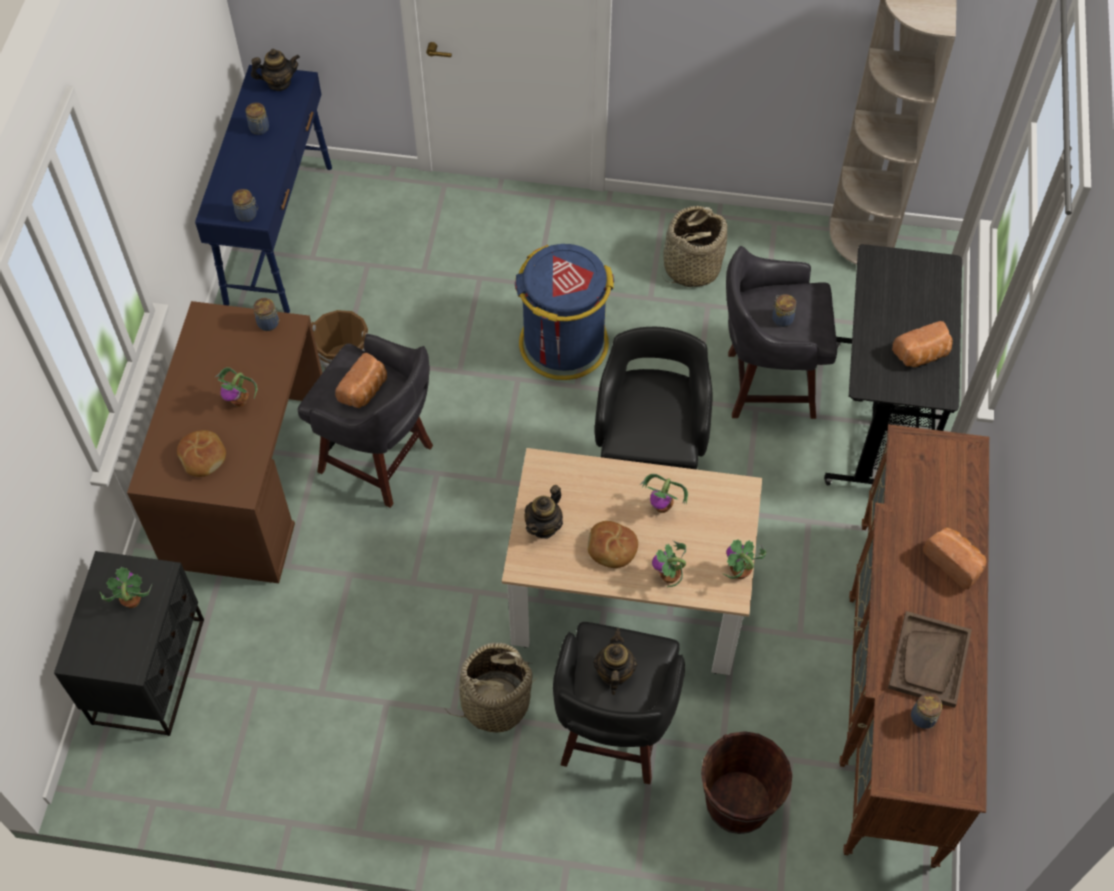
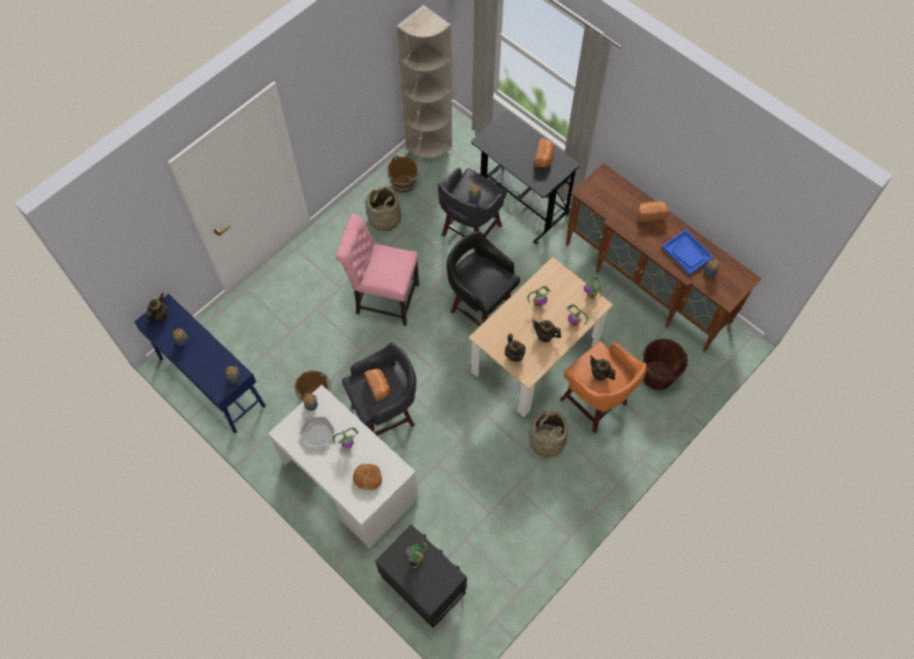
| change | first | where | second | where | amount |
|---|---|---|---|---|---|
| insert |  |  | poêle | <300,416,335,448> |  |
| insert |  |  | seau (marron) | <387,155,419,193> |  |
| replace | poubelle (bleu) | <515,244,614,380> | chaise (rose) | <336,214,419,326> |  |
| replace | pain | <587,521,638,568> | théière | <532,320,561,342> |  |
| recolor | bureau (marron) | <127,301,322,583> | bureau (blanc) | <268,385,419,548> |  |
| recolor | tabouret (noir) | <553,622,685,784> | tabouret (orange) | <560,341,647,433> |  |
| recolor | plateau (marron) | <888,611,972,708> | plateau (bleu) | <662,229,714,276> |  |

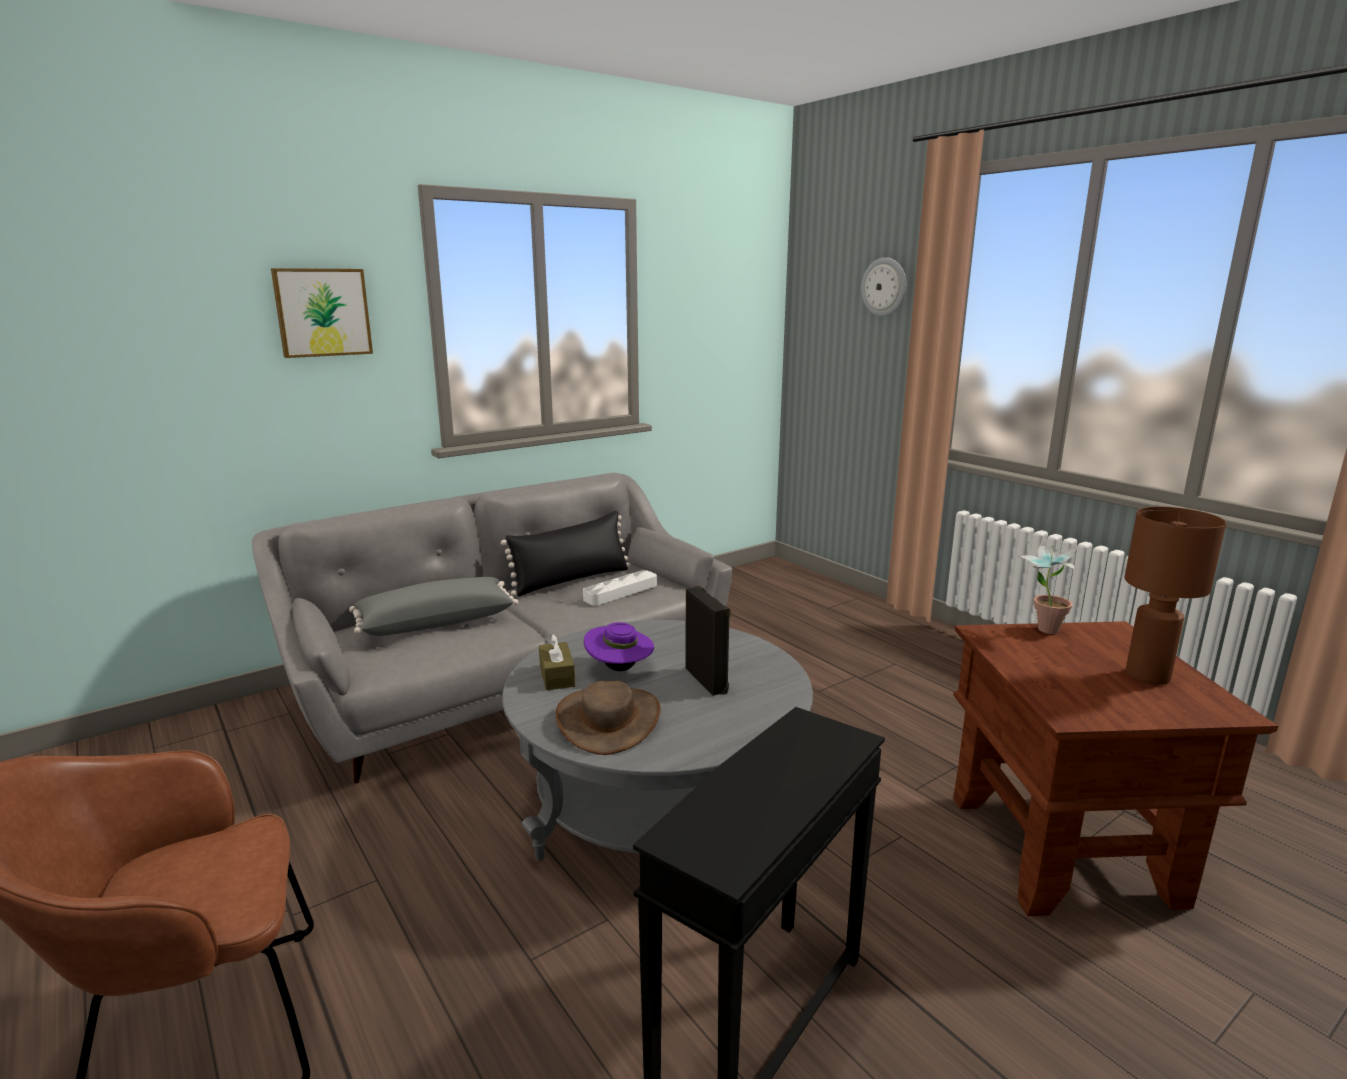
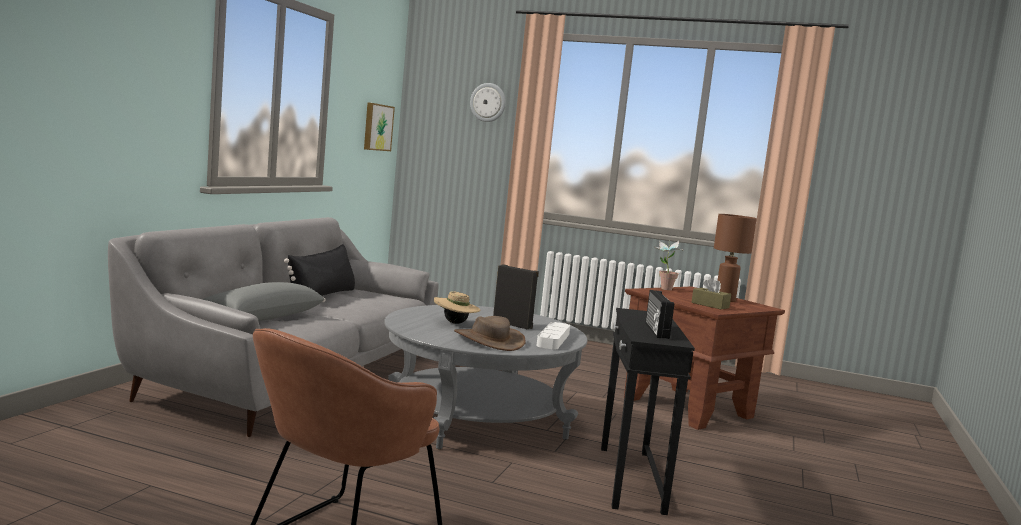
| change | first | where | second | where | amount |
|---|---|---|---|---|---|
| insert |  |  | radio | <645,290,674,339> |  |
| move | tableau | <271,268,373,358> |  | <364,103,395,151> |  |
| move | boîte à mouchoirs (marron) | <539,634,575,690> |  | <691,277,731,310> |  |
| move | plateau (blanc) | <583,570,657,605> |  | <537,322,570,350> |  |
| recolor | chapeau (violet) | <584,622,654,671> | chapeau (beige) | <434,291,480,324> |  |

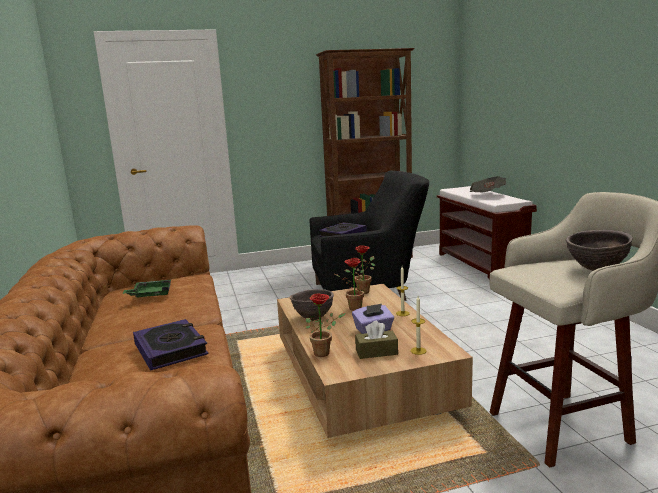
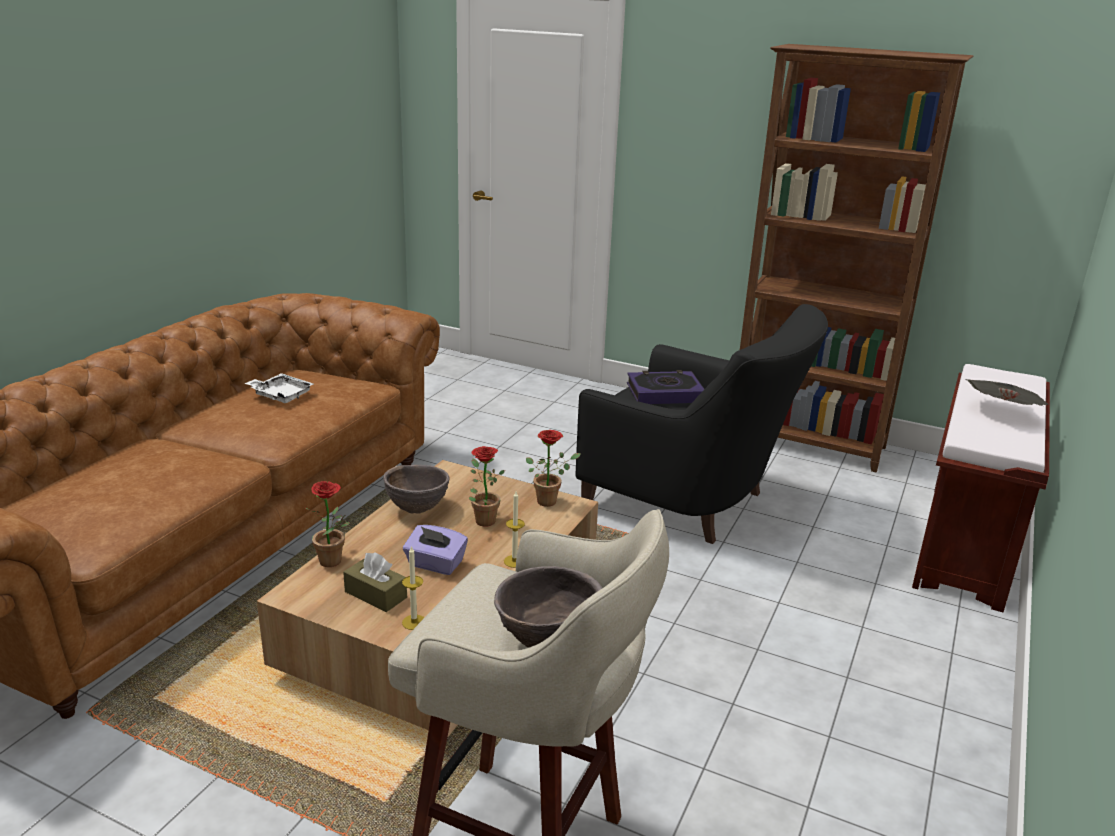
| change | first | where | second | where | amount |
|---|---|---|---|---|---|
| delete | livre | <133,319,208,371> |  |  |  |
| recolor | plateau (vert) | <122,280,171,297> | plateau (blanc) | <244,373,314,403> |  |

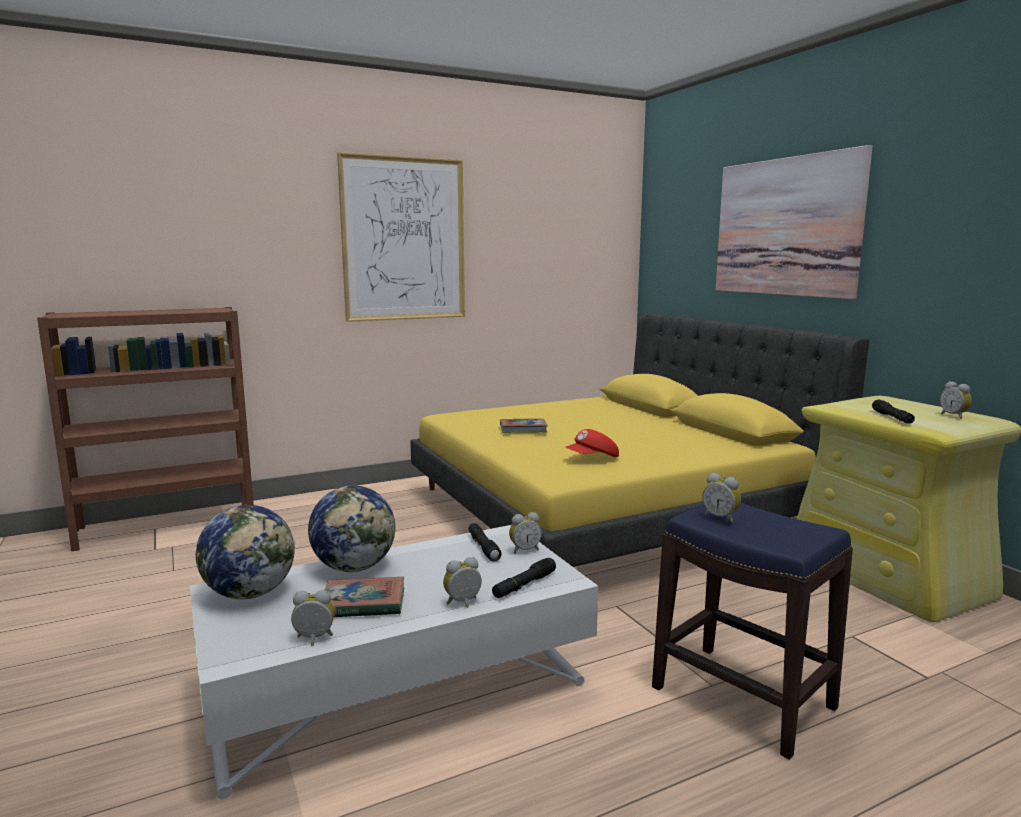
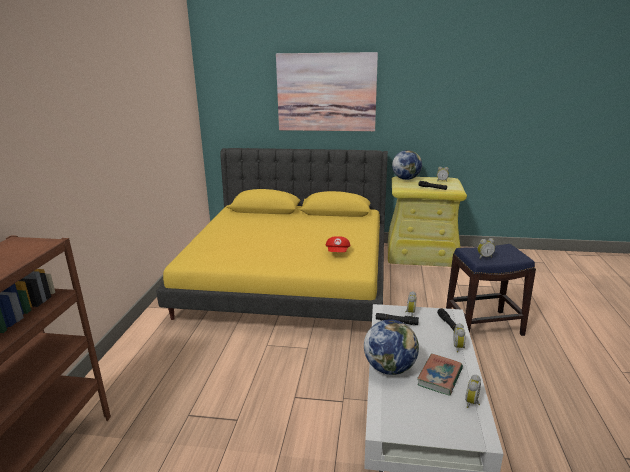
| change | first | where | second | where | amount |
|---|---|---|---|---|---|
| delete | tableau | <337,152,465,322> |  |  |  |
| delete | livre | <500,418,548,433> |  |  |  |
| move | globe | <196,505,295,599> |  | <392,150,422,180> |  |

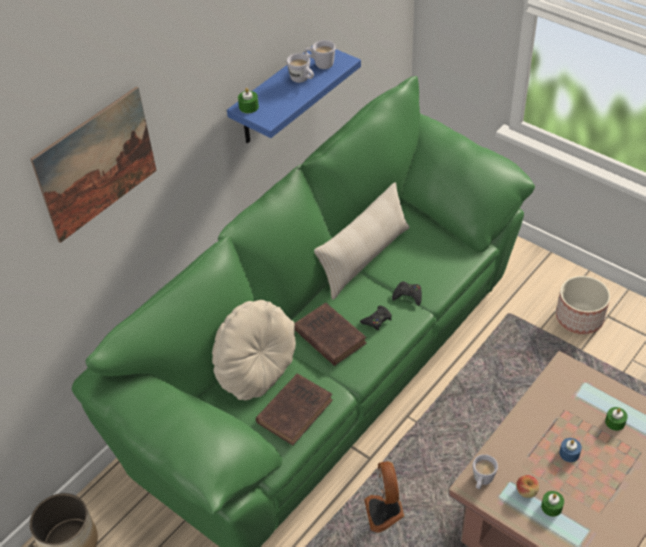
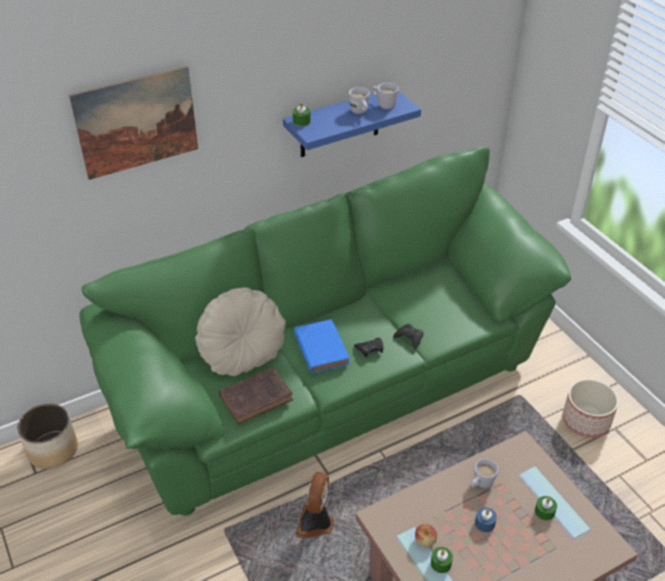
| change | first | where | second | where | amount |
|---|---|---|---|---|---|
| delete | coussin (beige) | <314,182,409,300> |  |  |  |
| move | mug (blanc) | <473,454,498,489> |  | <471,459,498,488> |  |
| recolor | livre (marron) | <294,303,367,366> | livre (bleu) | <294,319,350,374> |  |

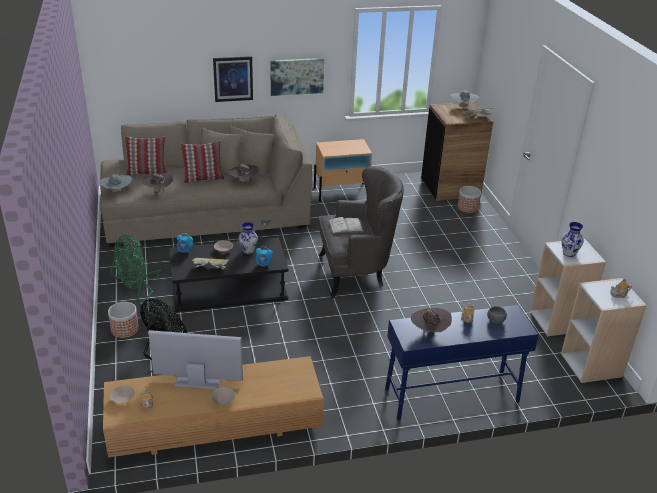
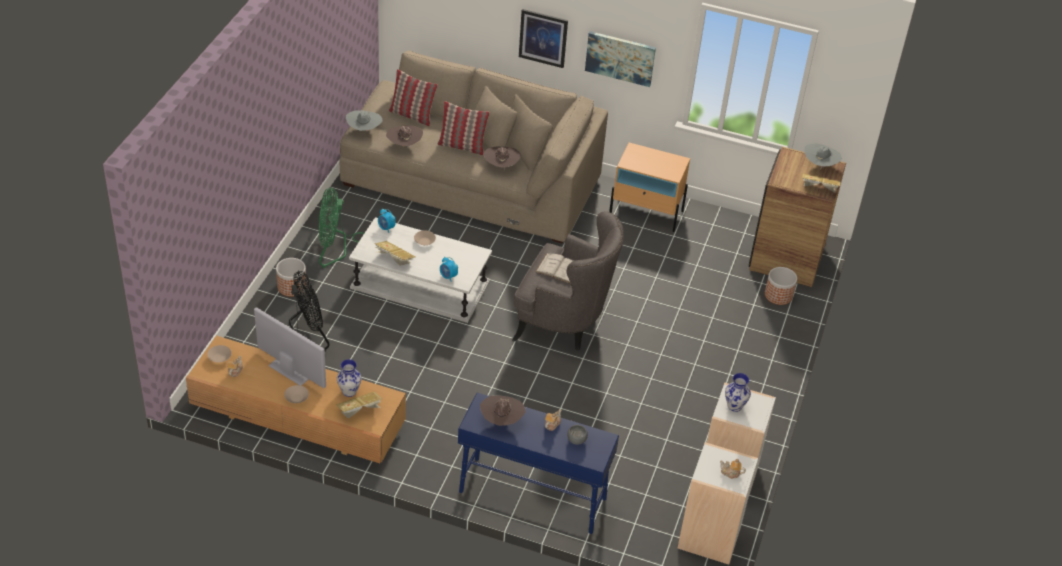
| change | first | where | second | where | amount |
|---|---|---|---|---|---|
| insert |  |  | livre | <336,392,383,419> |  |
| move | vase | <238,222,258,254> |  | <337,359,361,397> |  |
| recolor | table basse (noir) | <169,238,289,312> | table basse (blanc) | <349,217,492,323> |  |

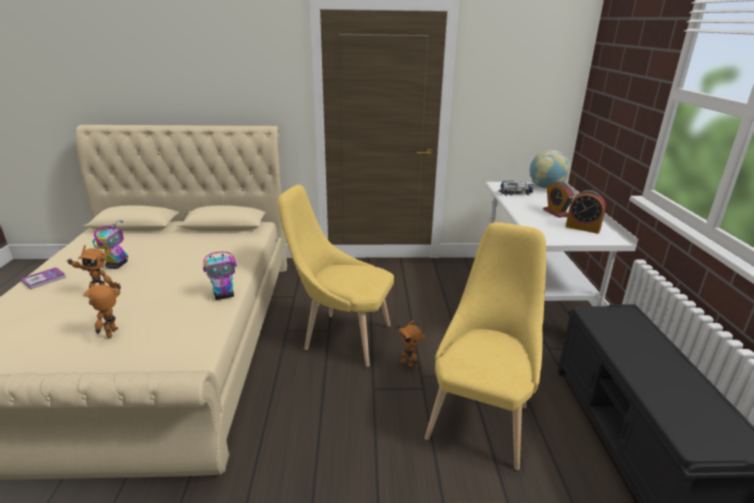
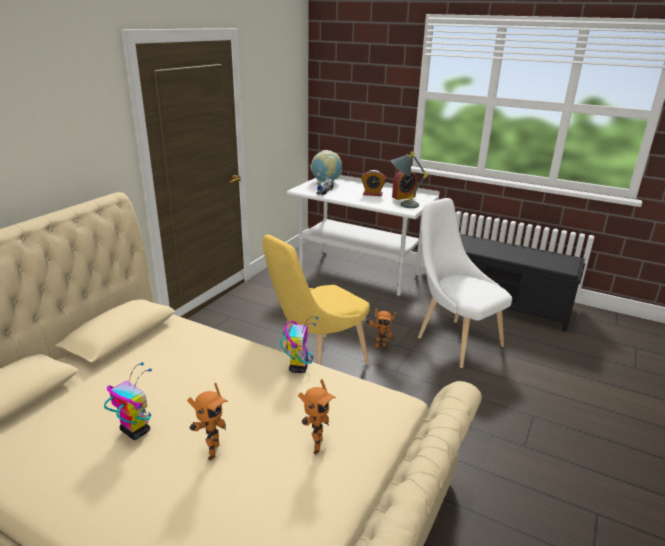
| change | first | where | second | where | amount |
|---|---|---|---|---|---|
| delete | livre | <21,267,66,289> |  |  |  |
| insert |  |  | lampe de table (gris) | <391,152,428,208> |  |
| recolor | chaise (jaune) | <425,222,546,470> | chaise (blanc) | <418,198,512,368> |  |
| rotate | robot jouet | <83,282,121,338> |  | <298,379,336,455> | 105 degrees counterclockwise |

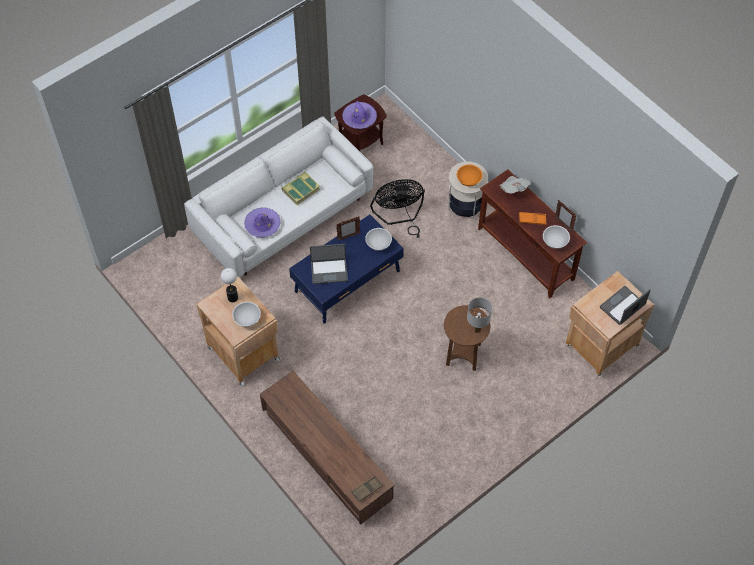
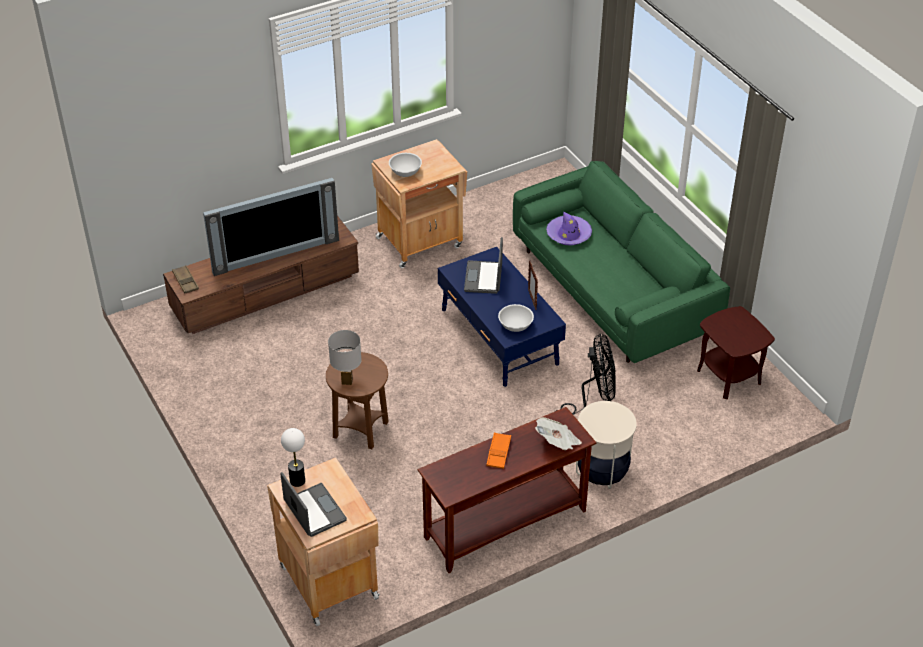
| change | first | where | second | where | amount |
|---|---|---|---|---|---|
| delete | livre | <281,172,320,205> |  |  |  |
| delete | chapeau (violet) | <342,101,377,129> |  |  |  |
| delete | bol (orange) | <457,164,483,186> |  |  |  |
| delete | bol (blanc) | <543,225,570,249> |  |  |  |
| delete | cadre photo | <555,200,576,233> |  |  |  |
| insert |  |  | téléviseur | <203,178,339,276> |  |
| move | lampe de table | <221,268,238,302> |  | <281,428,305,487> |  |
| recolor | canapé (blanc) | <184,116,374,277> | canapé (vert) | <513,161,730,363> |  |

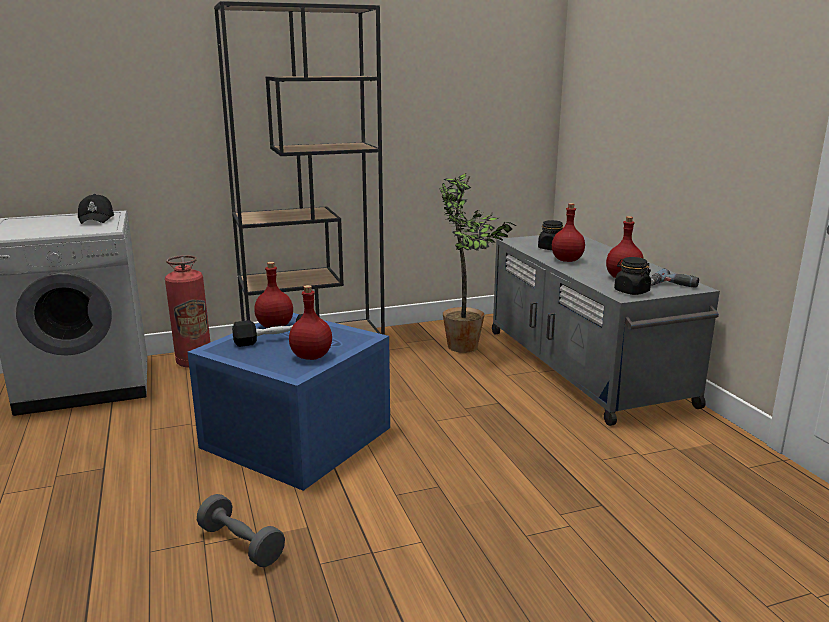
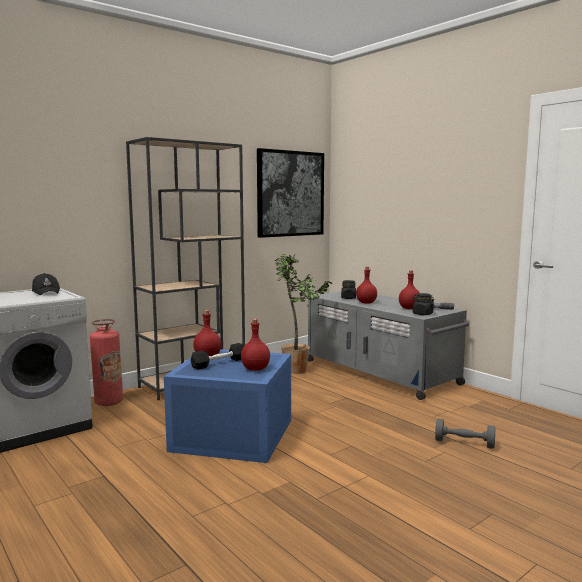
| change | first | where | second | where | amount |
|---|---|---|---|---|---|
| insert |  |  | tableau | <257,148,324,238> |  |
| move | haltère (gris) | <197,494,285,567> |  | <435,419,495,449> |  |

